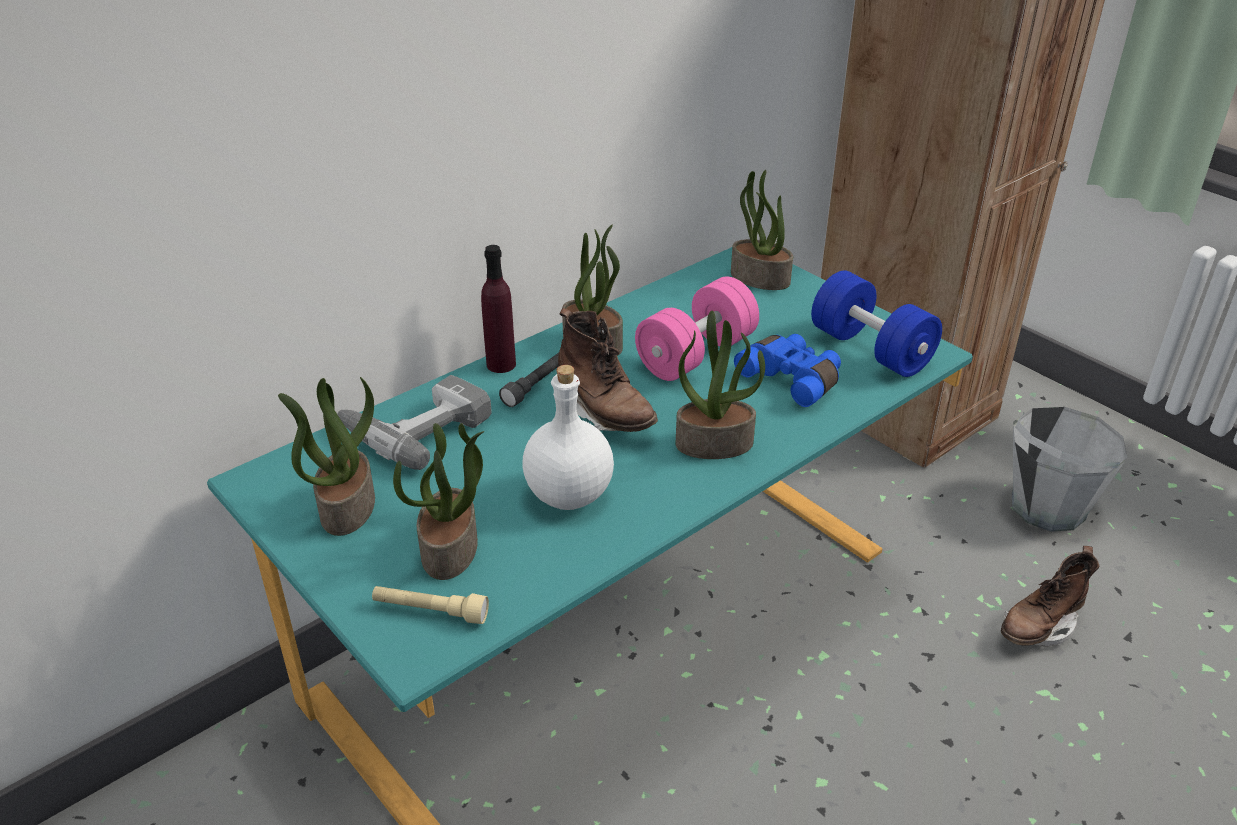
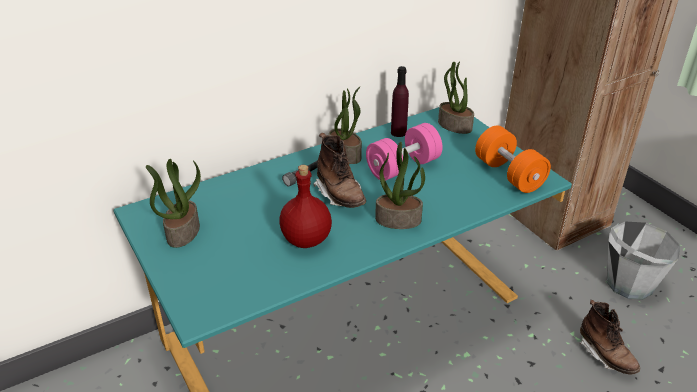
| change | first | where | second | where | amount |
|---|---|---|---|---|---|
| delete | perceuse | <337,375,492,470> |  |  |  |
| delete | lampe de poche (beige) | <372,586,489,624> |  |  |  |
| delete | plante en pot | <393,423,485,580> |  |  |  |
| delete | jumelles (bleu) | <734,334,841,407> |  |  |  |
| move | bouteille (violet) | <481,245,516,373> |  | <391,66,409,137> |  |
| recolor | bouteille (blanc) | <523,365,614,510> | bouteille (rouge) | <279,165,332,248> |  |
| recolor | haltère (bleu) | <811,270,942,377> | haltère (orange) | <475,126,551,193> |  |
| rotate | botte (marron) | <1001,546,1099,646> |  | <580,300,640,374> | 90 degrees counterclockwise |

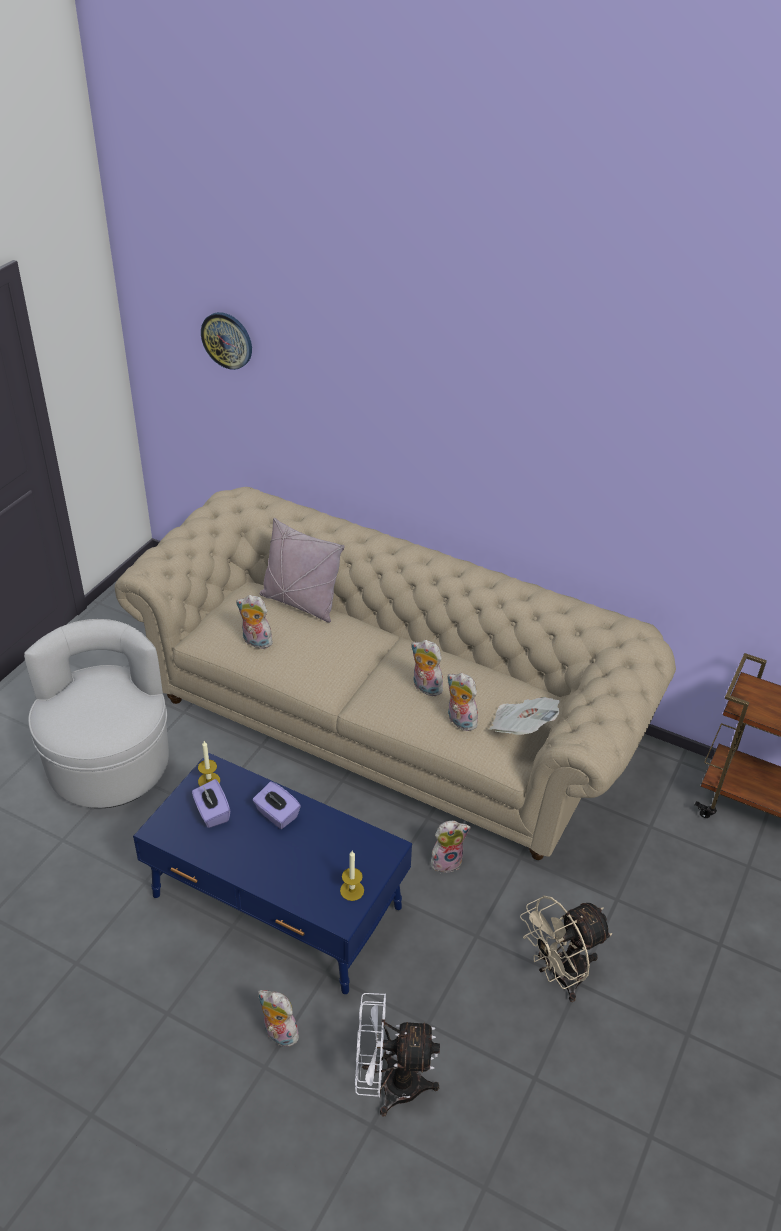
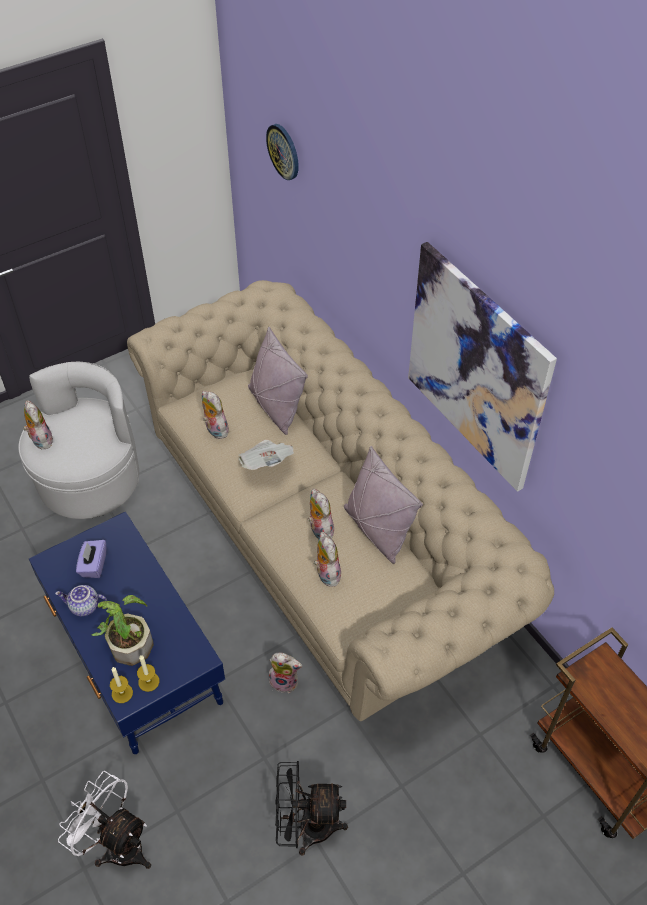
| change | first | where | second | where | amount |
|---|---|---|---|---|---|
| delete | boîte à mouchoirs (violet) | <252,782,301,829> |  |  |  |
| insert |  |  | théière | <55,585,107,616> |  |
| insert |  |  | plante en pot | <92,595,154,666> |  |
| insert |  |  | coussin (violet) | <344,446,423,564> |  |
| insert |  |  | tableau | <408,242,557,492> |  |
| move | bougie | <198,741,220,786> |  | <110,667,133,703> |  |
| move | peluche | <258,990,299,1047> |  | <23,401,53,449> |  |
| move | journal | <490,697,560,735> |  | <239,440,294,470> |  |
| recolor | ventilateur (beige) | <520,896,613,1002> | ventilateur (noir) | <275,761,348,856> |  |

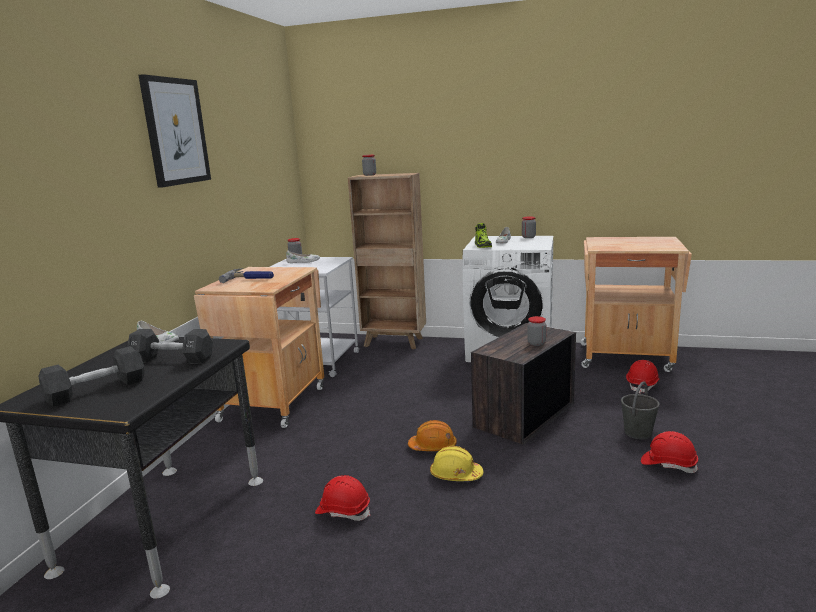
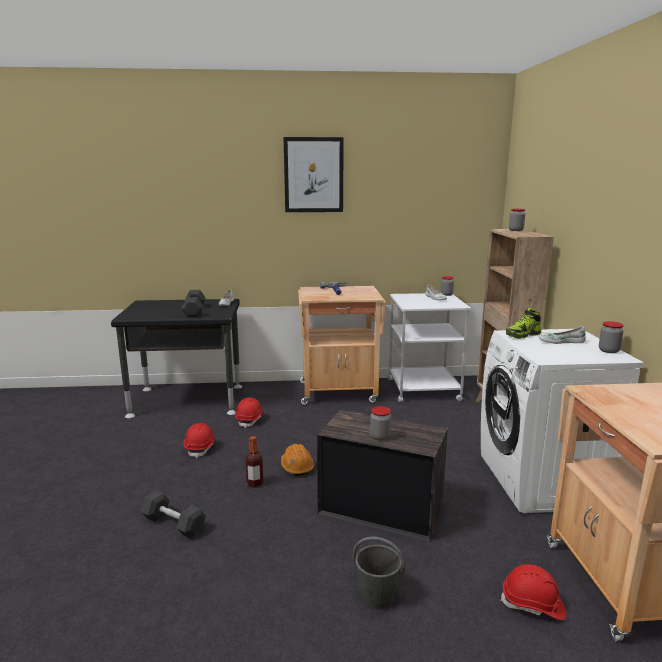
| change | first | where | second | where | amount |
|---|---|---|---|---|---|
| move | haltère (noir) | <38,346,144,407> |  | <140,490,206,539> |  |
| move | casque de chantier (rouge) | <641,431,698,473> |  | <235,397,264,428> |  |
| replace | casque de chantier (jaune) | <430,446,484,481> | bouteille | <245,436,263,488> |  |

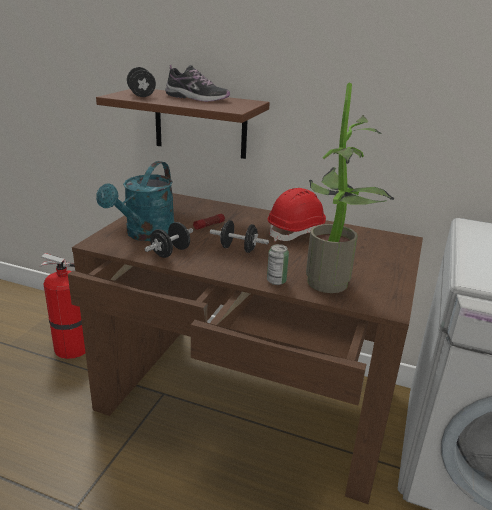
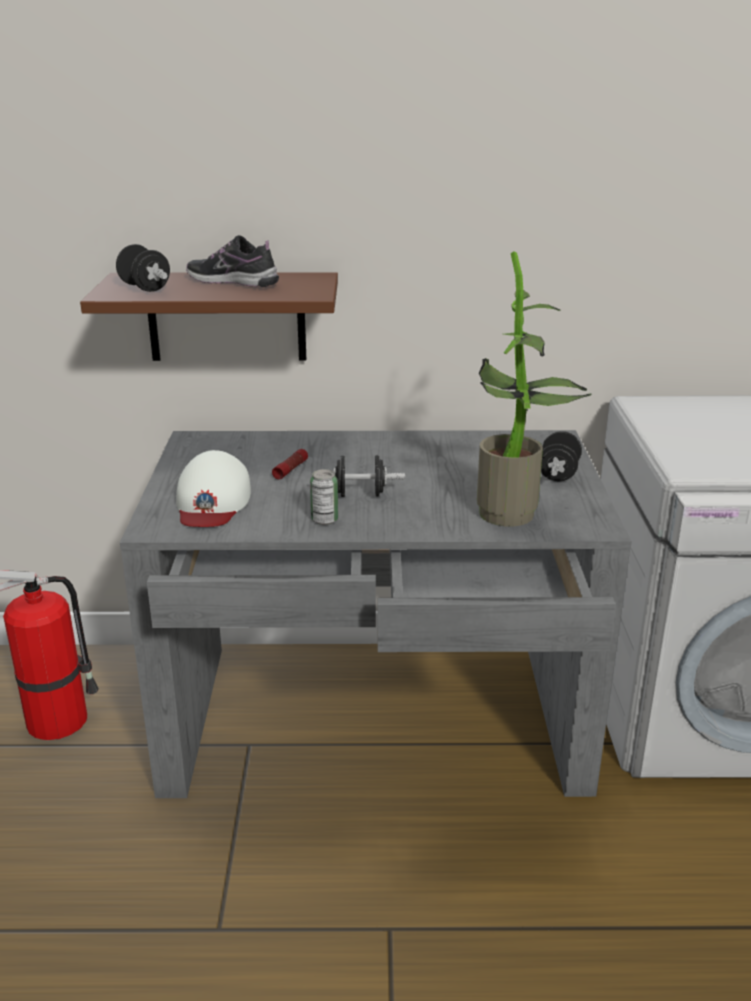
| change | first | where | second | where | amount |
|---|---|---|---|---|---|
| delete | casque de chantier (rouge) | <268,188,326,242> |  |  |  |
| move | haltère (noir) | <145,222,193,258> |  | <541,431,582,481> |  |
| move | boîte métallique | <267,244,289,285> |  | <310,469,338,525> |  |
| replace | arrosoir (turquoise) | <96,161,175,241> | casquette (blanc) | <176,450,251,527> |  |
| recolor | bureau (marron) | <68,193,423,504> | bureau (gris) | <120,430,632,798> |  |
| rotate | chaussure | <165,65,230,102> |  | <186,235,279,287> | 150 degrees counterclockwise |

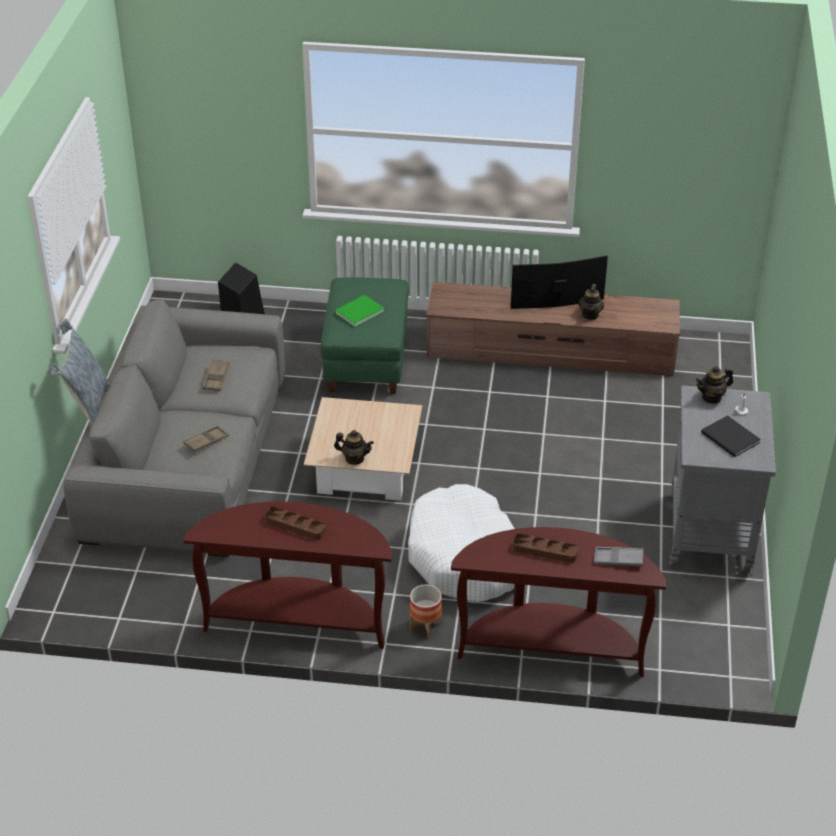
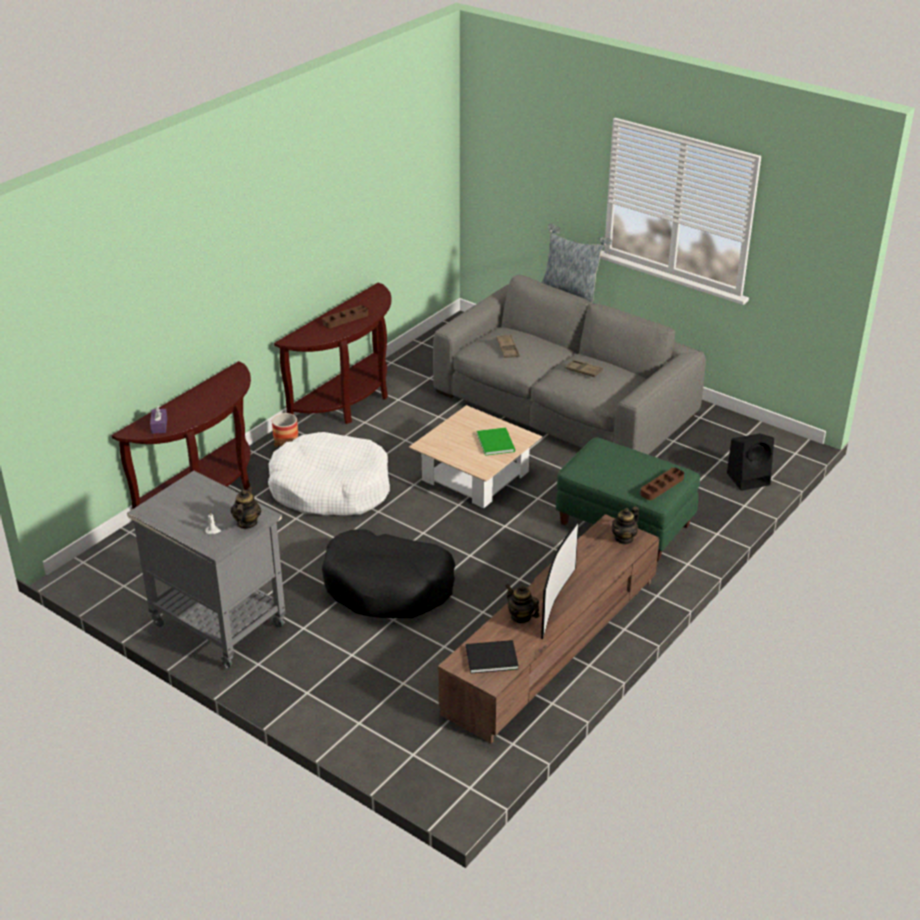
| change | first | where | second | where | amount |
|---|---|---|---|---|---|
| insert |  |  | panier pour chien (noir) | <322,529,455,618> |  |
| move | livre (vert) | <334,295,384,327> |  | <477,427,515,456> |  |
| move | théière | <334,430,374,465> |  | <612,506,639,545> |  |
| move | plateau (marron) | <512,533,578,563> |  | <640,468,684,500> |  |
| move | livre (noir) | <701,415,761,457> |  | <466,640,519,674> |  |
| replace | plateau (gris) | <594,547,644,566> | boîte à mouchoirs (violet) | <150,406,167,434> |  |

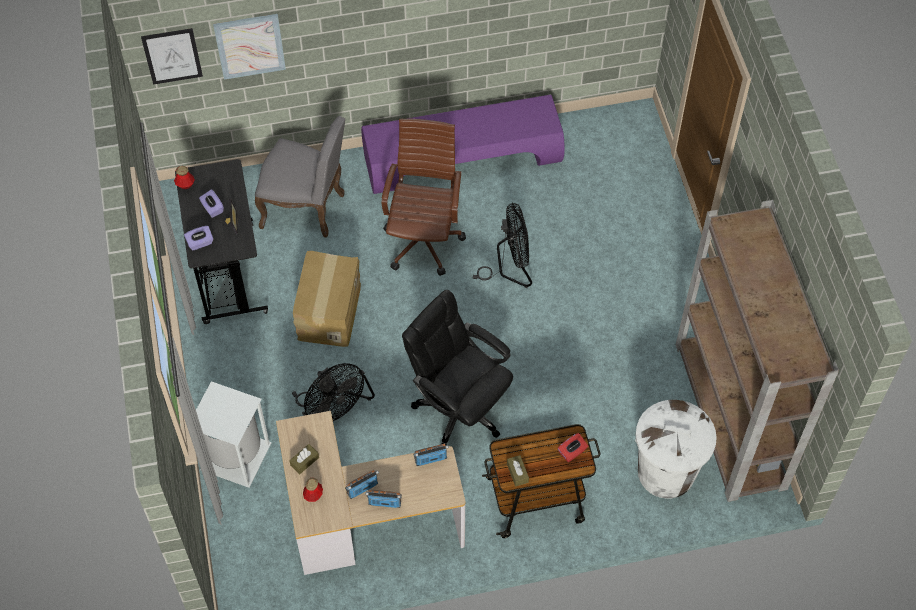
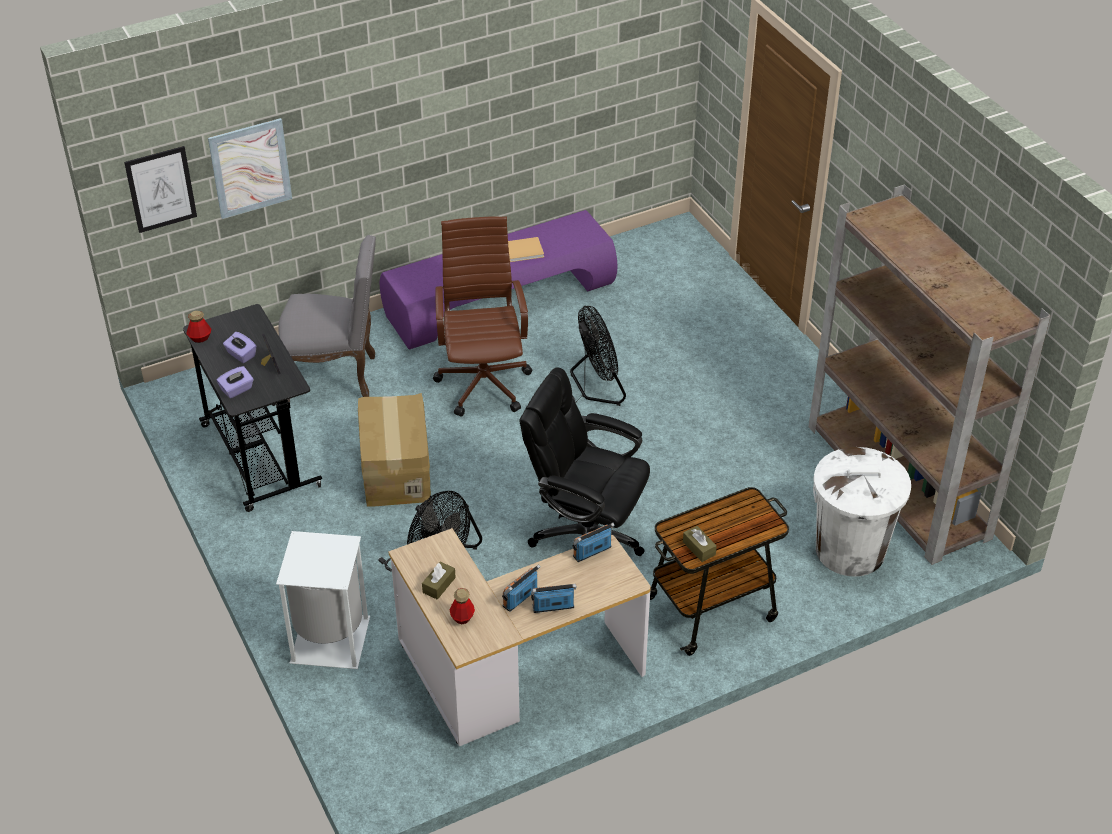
| change | first | where | second | where | amount |
|---|---|---|---|---|---|
| delete | boîte à mouchoirs (rouge) | <558,433,588,462> |  |  |  |
| insert |  |  | livre (beige) | <508,237,544,262> |  |

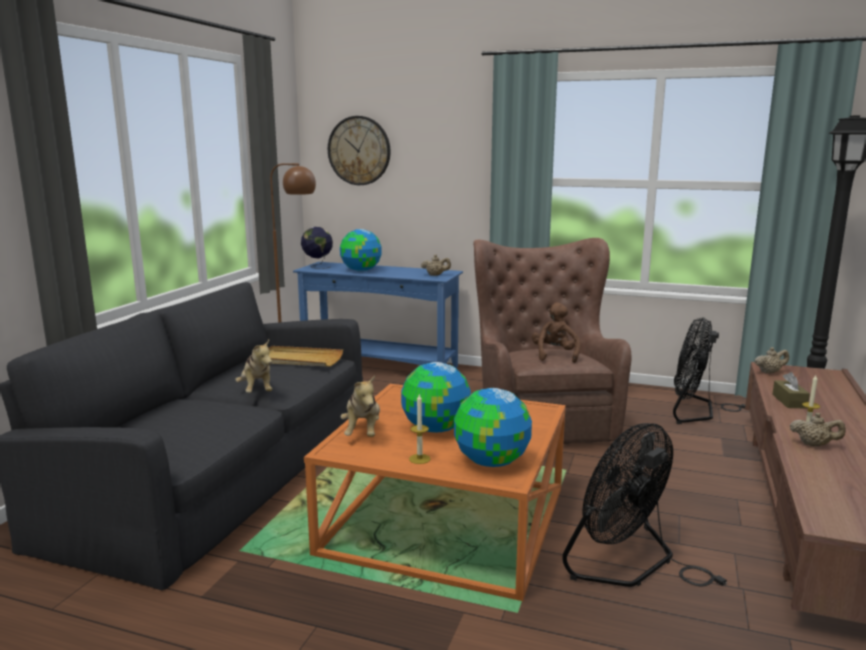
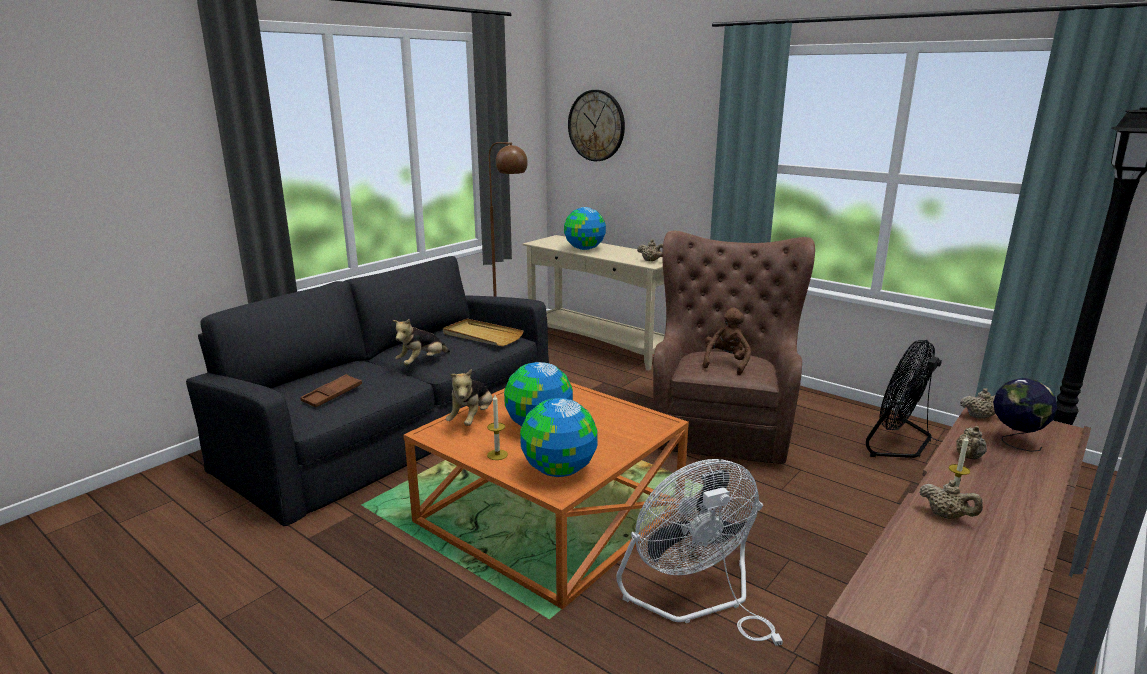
| change | first | where | second | where | amount |
|---|---|---|---|---|---|
| insert |  |  | plateau (marron) | <300,374,362,407> |  |
| move | globe | <301,227,333,269> |  | <993,378,1057,452> |  |
| replace | boîte à mouchoirs (marron) | <772,372,810,408> | théière (beige) | <956,426,987,460> |  |
| recolor | table console (bleu) | <293,262,463,368> | table console (beige) | <523,235,665,371> |  |
| recolor | ventilateur (noir) | <562,423,728,587> | ventilateur (blanc) | <617,459,783,646> |  |
| rotate | peluche | <235,340,272,393> |  | <392,319,450,365> | 45 degrees clockwise |

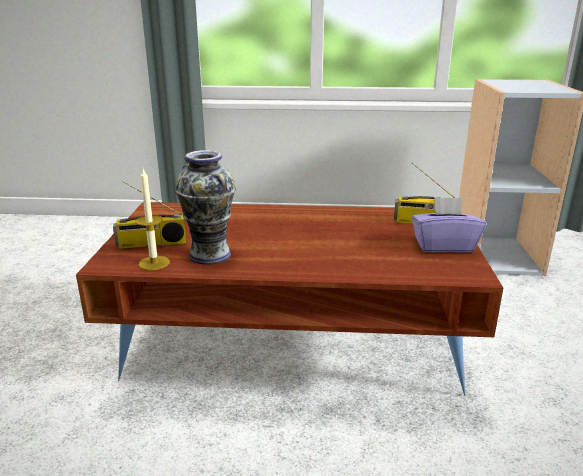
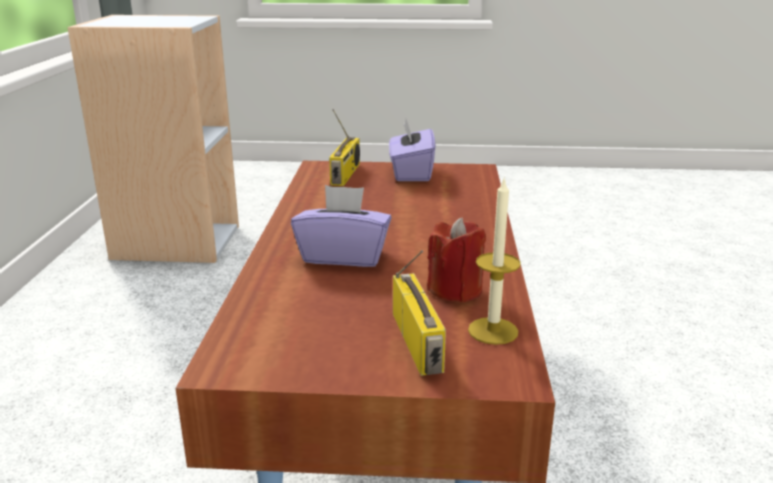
| change | first | where | second | where | amount |
|---|---|---|---|---|---|
| insert |  |  | boîte à mouchoirs (violet) | <291,185,391,267> |  |
| replace | vase | <175,150,236,265> | bougie (rouge) | <427,217,486,303> |  |

